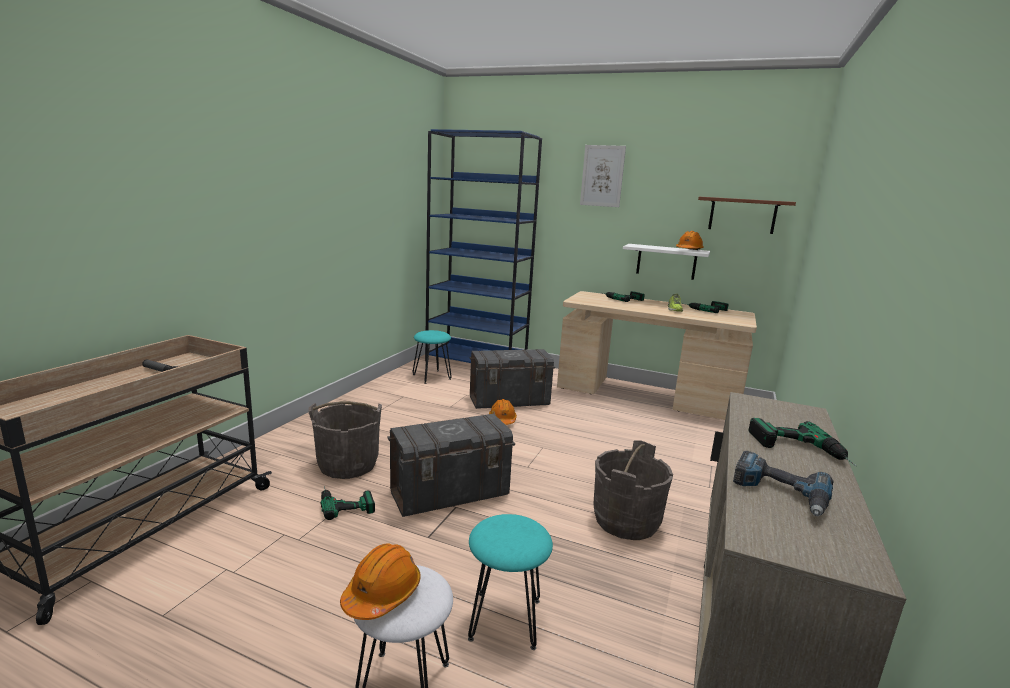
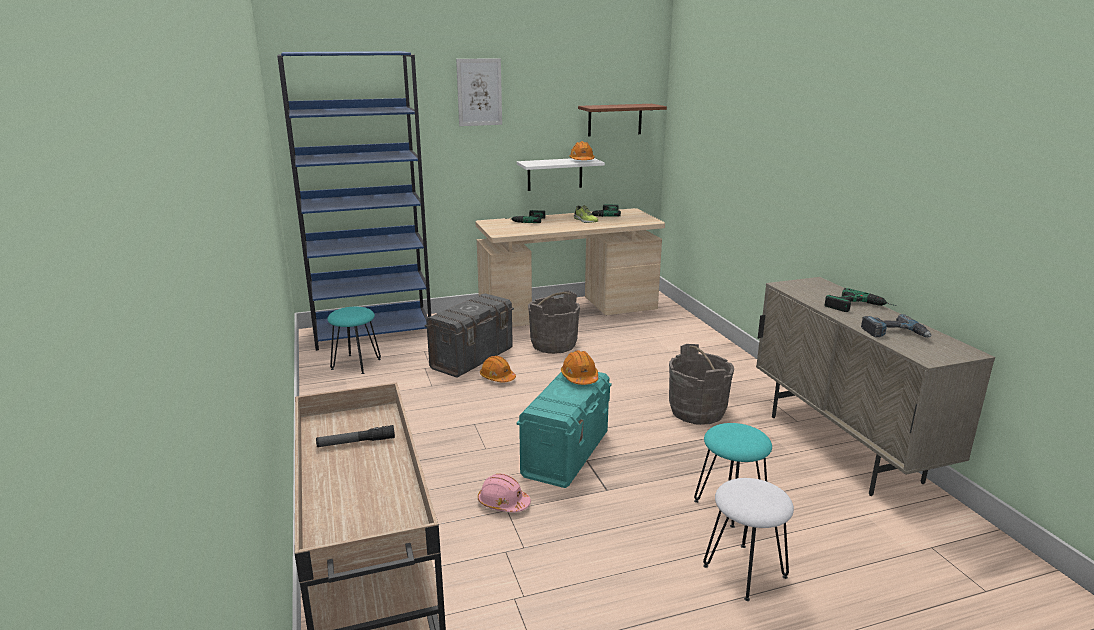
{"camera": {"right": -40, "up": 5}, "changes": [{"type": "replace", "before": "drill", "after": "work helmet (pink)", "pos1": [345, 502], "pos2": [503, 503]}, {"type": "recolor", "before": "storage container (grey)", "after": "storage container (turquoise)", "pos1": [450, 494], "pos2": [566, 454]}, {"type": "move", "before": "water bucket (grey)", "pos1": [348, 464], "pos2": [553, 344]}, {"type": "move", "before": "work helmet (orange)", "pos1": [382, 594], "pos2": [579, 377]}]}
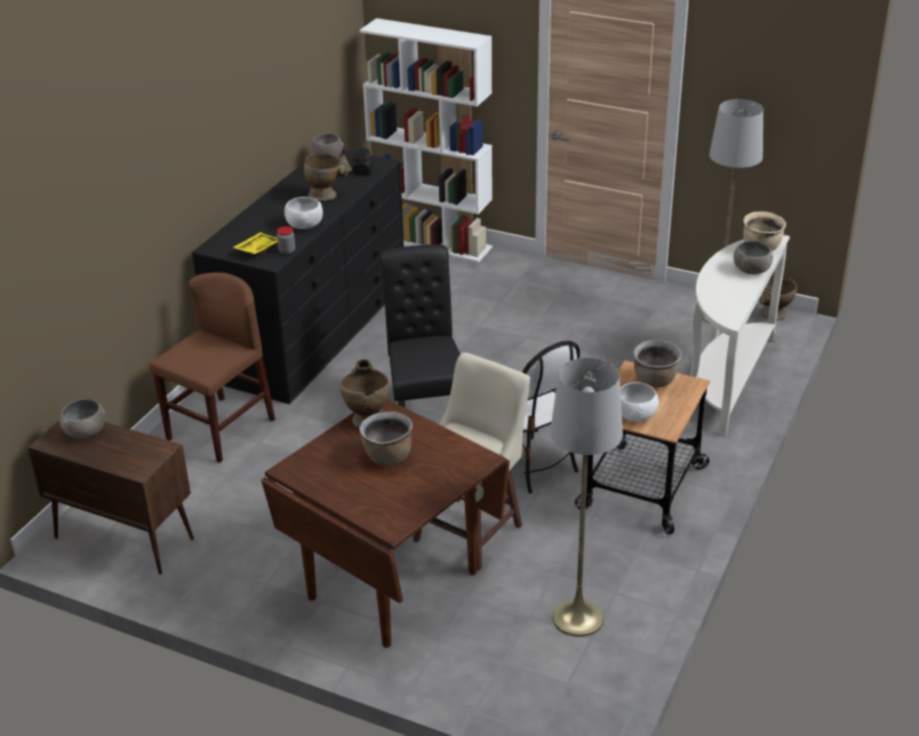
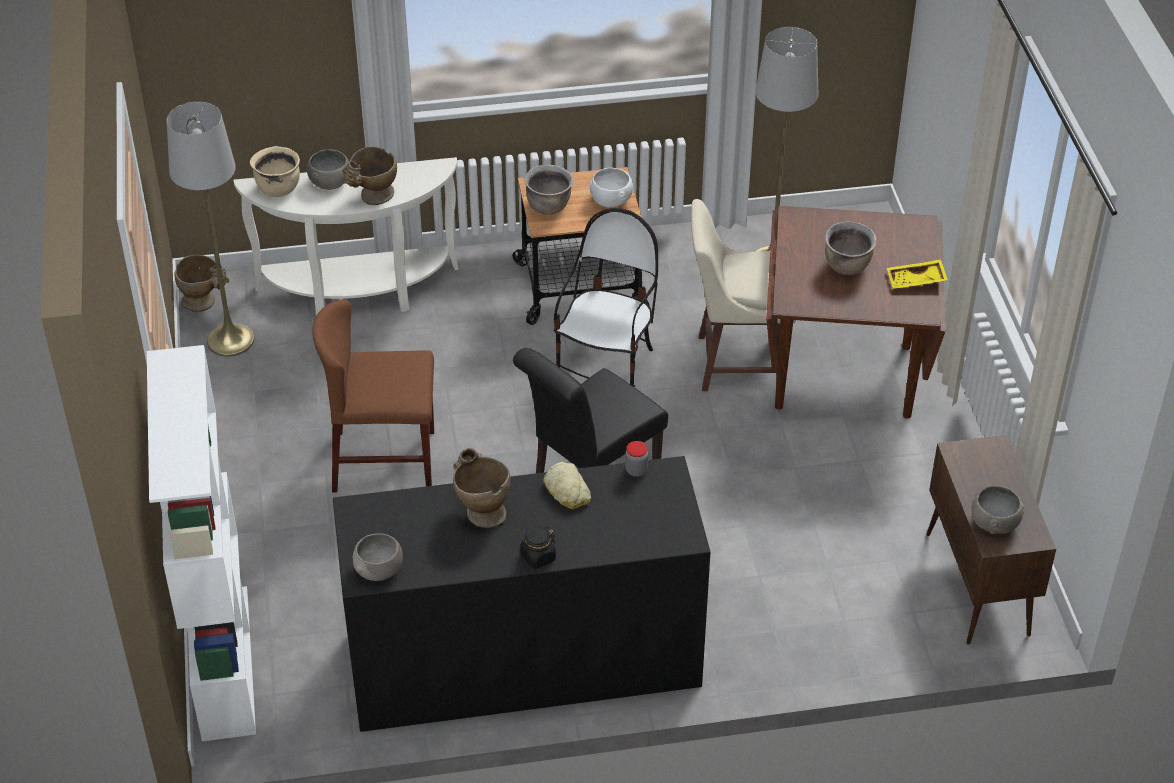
{"camera": {"right": -125, "up": 10}, "changes": [{"type": "move", "before": "chair (brown)", "pos1": [220, 429], "pos2": [384, 460]}, {"type": "move", "before": "vase (sand-coloured)", "pos1": [366, 417], "pos2": [373, 198]}, {"type": "move", "before": "jar (black-coloured)", "pos1": [362, 171], "pos2": [538, 557]}, {"type": "replace", "before": "serving bowl (white-coloured)", "after": "bread", "pos1": [304, 225], "pos2": [567, 490]}, {"type": "move", "before": "carrying tray (yellowish)", "pos1": [257, 249], "pos2": [916, 281]}]}
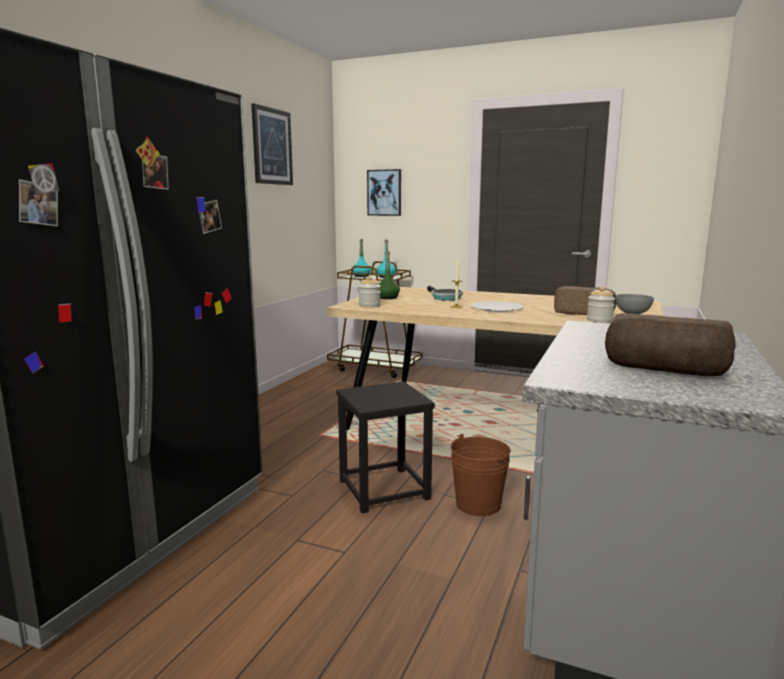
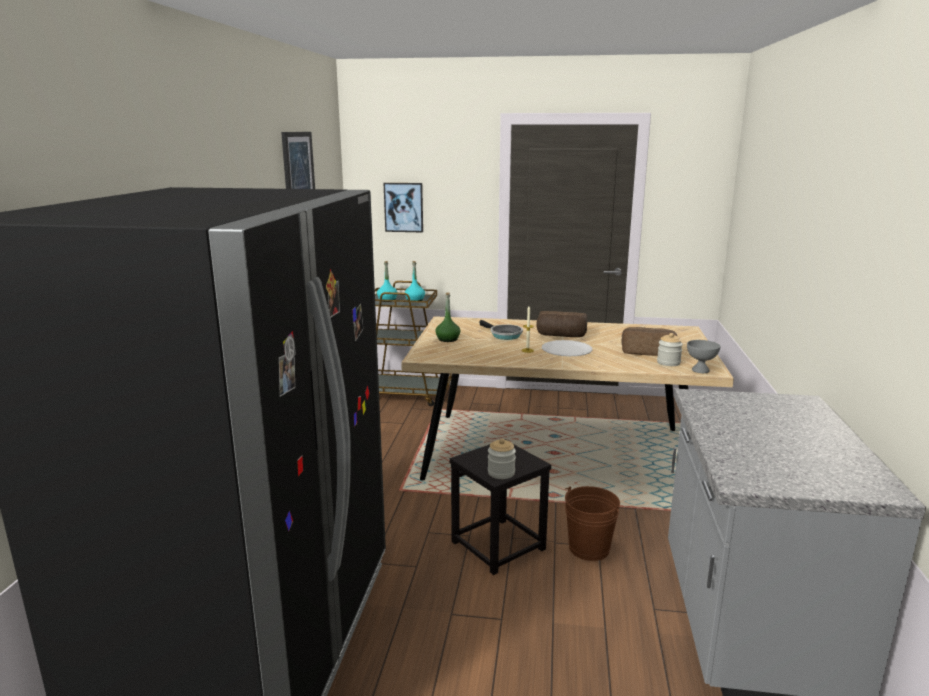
{"camera": {"right": -15, "up": 5}, "changes": [{"type": "move", "before": "jar", "pos1": [369, 306], "pos2": [501, 473]}, {"type": "move", "before": "bread", "pos1": [664, 370], "pos2": [561, 335]}]}
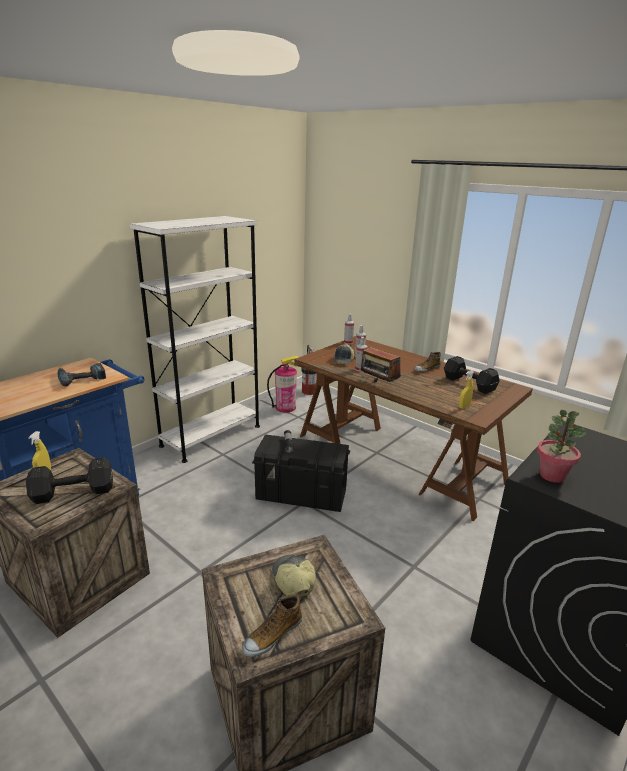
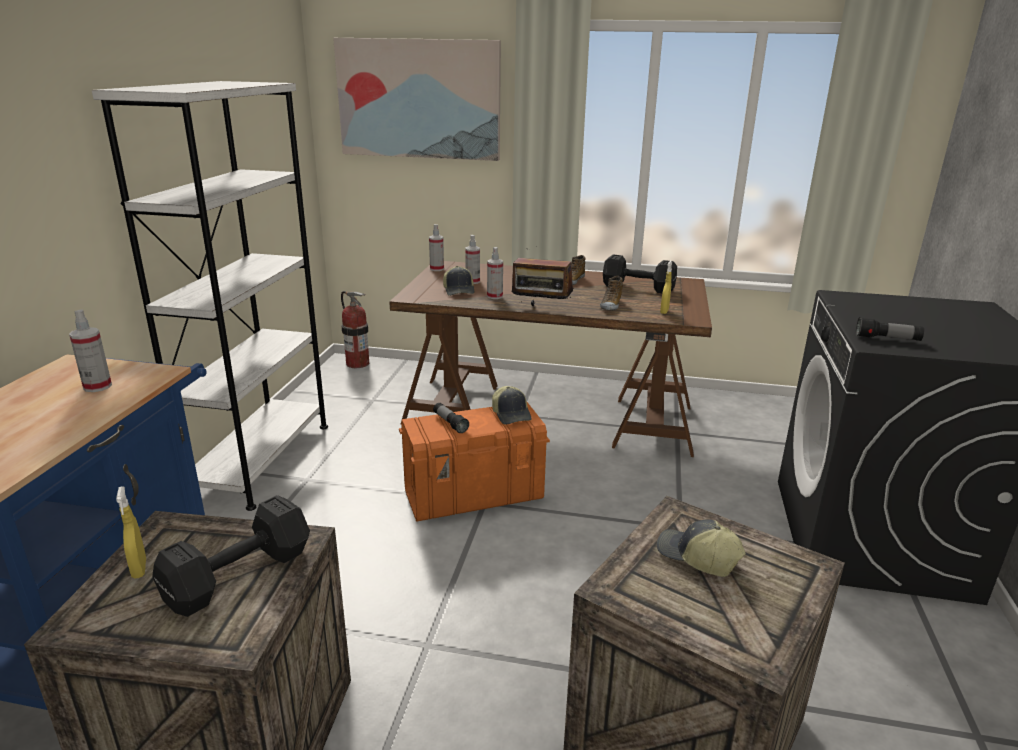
{"camera": {"right": -30, "up": 0}, "changes": [{"type": "replace", "before": "drill", "after": "sprayer", "pos1": [81, 377], "pos2": [97, 386]}, {"type": "insert", "after": "wall art", "pos2": [419, 99]}, {"type": "recolor", "before": "storage container (black-coloured)", "after": "storage container (orange)", "pos1": [302, 495], "pos2": [474, 495]}, {"type": "insert", "after": "cap", "pos2": [512, 414]}, {"type": "move", "before": "shoe", "pos1": [272, 635], "pos2": [610, 305]}, {"type": "replace", "before": "plant in a pot", "after": "flashlight", "pos1": [552, 475], "pos2": [887, 339]}, {"type": "delete", "before": "extinguisher", "pos1": [285, 407]}]}
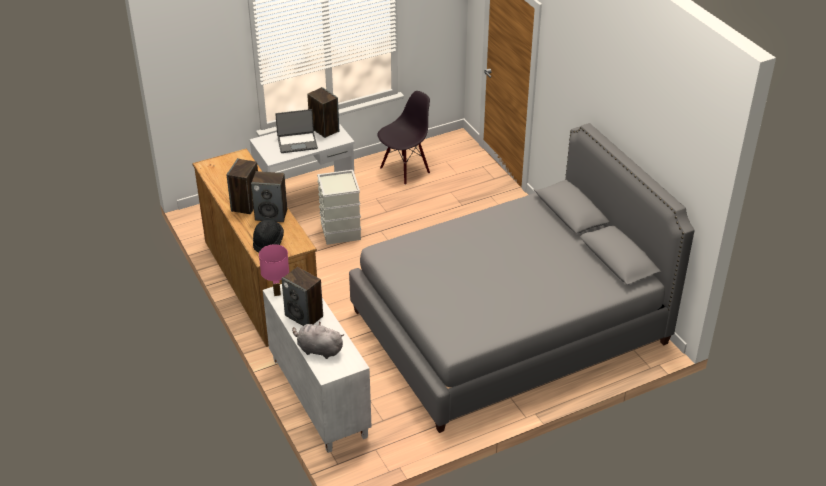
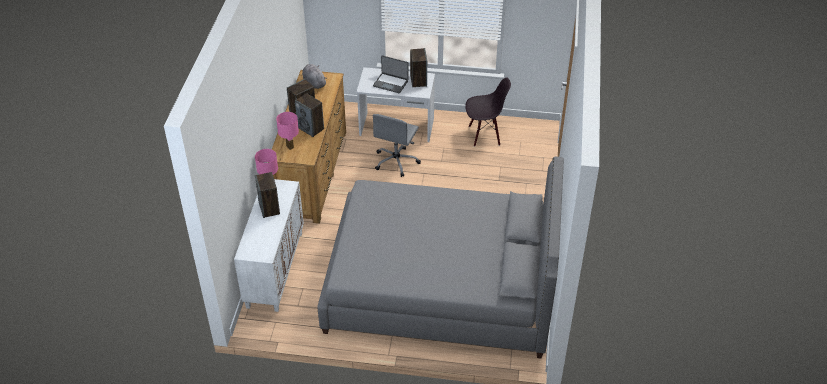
{"camera": {"right": 35, "up": 5}, "changes": [{"type": "replace", "before": "hat (black-coloured)", "after": "table lamp (pink)", "pos1": [268, 242], "pos2": [289, 147]}, {"type": "move", "before": "soft toy (grey)", "pos1": [318, 350], "pos2": [314, 82]}, {"type": "replace", "before": "storage container (grey)", "after": "desk chair (grey)", "pos1": [340, 232], "pos2": [396, 161]}]}
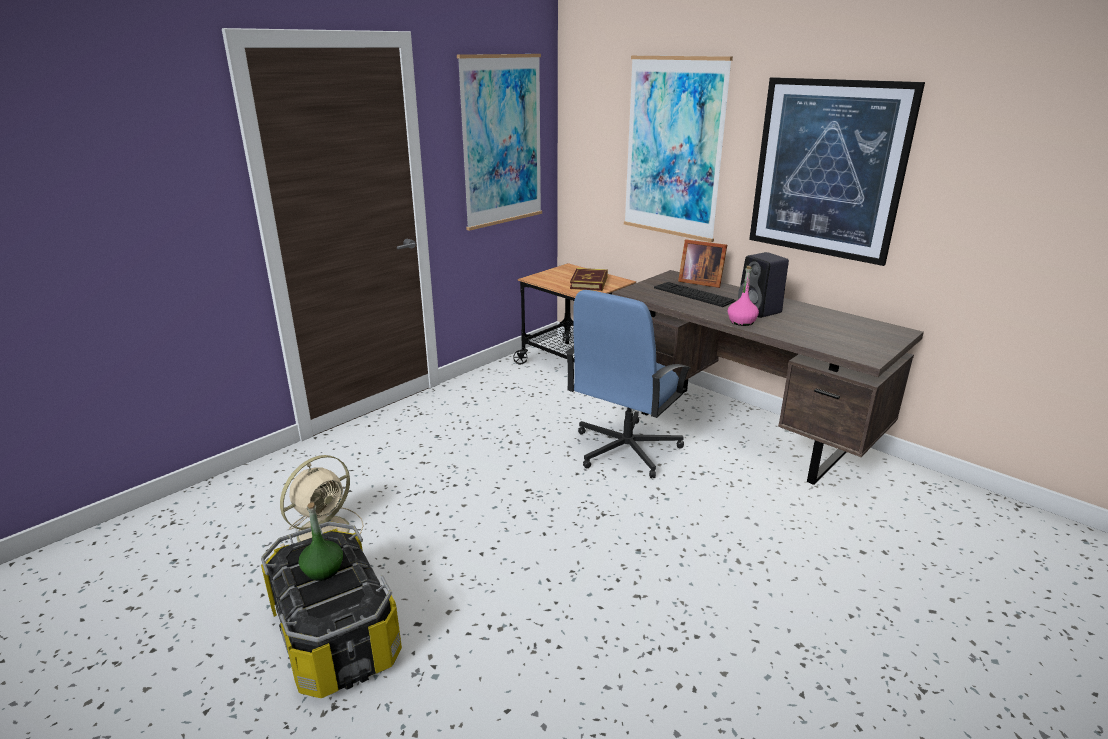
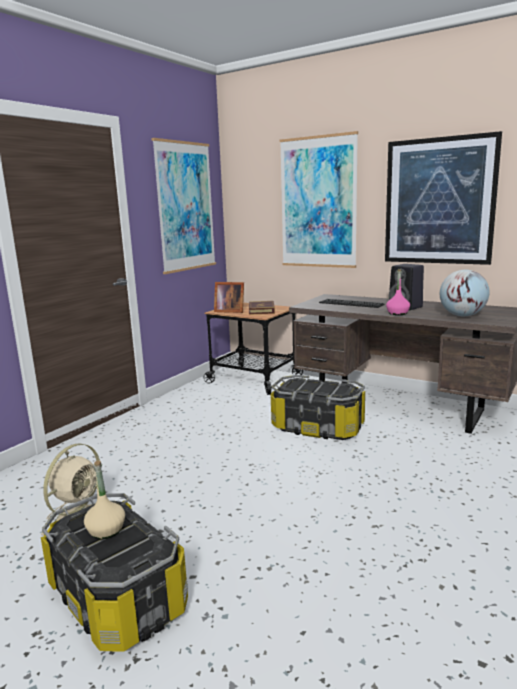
{"camera": {"right": -10, "up": -10}, "changes": [{"type": "recolor", "before": "beverage bottle (green-coloured)", "after": "beverage bottle (sand-coloured)", "pos1": [323, 570], "pos2": [106, 530]}, {"type": "move", "before": "photo frame", "pos1": [699, 282], "pos2": [229, 311]}, {"type": "replace", "before": "desk chair (bluish)", "after": "storage container", "pos1": [625, 449], "pos2": [317, 428]}, {"type": "insert", "after": "world globe", "pos2": [462, 315]}]}
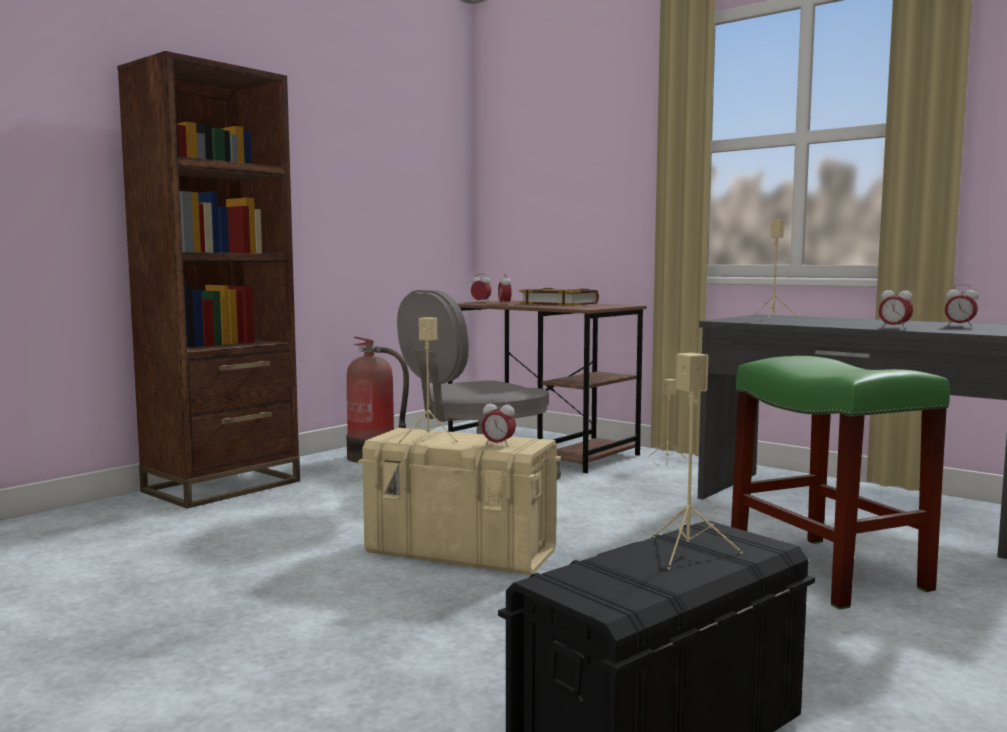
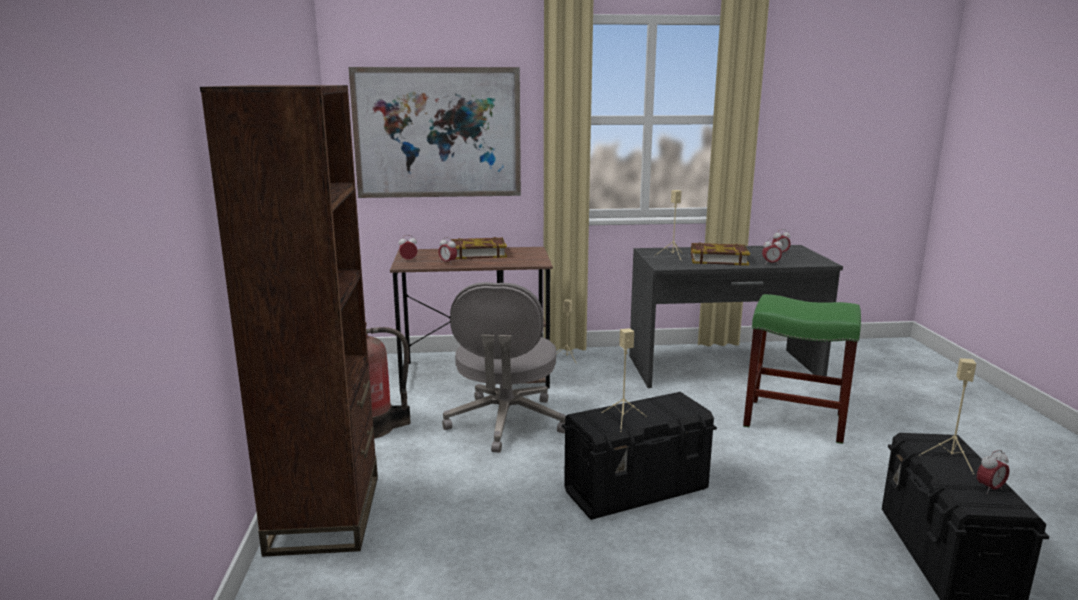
{"camera": {"right": -45, "up": 10}, "changes": [{"type": "insert", "after": "wall art", "pos2": [437, 133]}, {"type": "recolor", "before": "storage container (sand-coloured)", "after": "storage container (black-coloured)", "pos1": [461, 552], "pos2": [637, 490]}, {"type": "insert", "after": "book", "pos2": [718, 259]}, {"type": "move", "before": "table clock", "pos1": [498, 445], "pos2": [989, 489]}]}
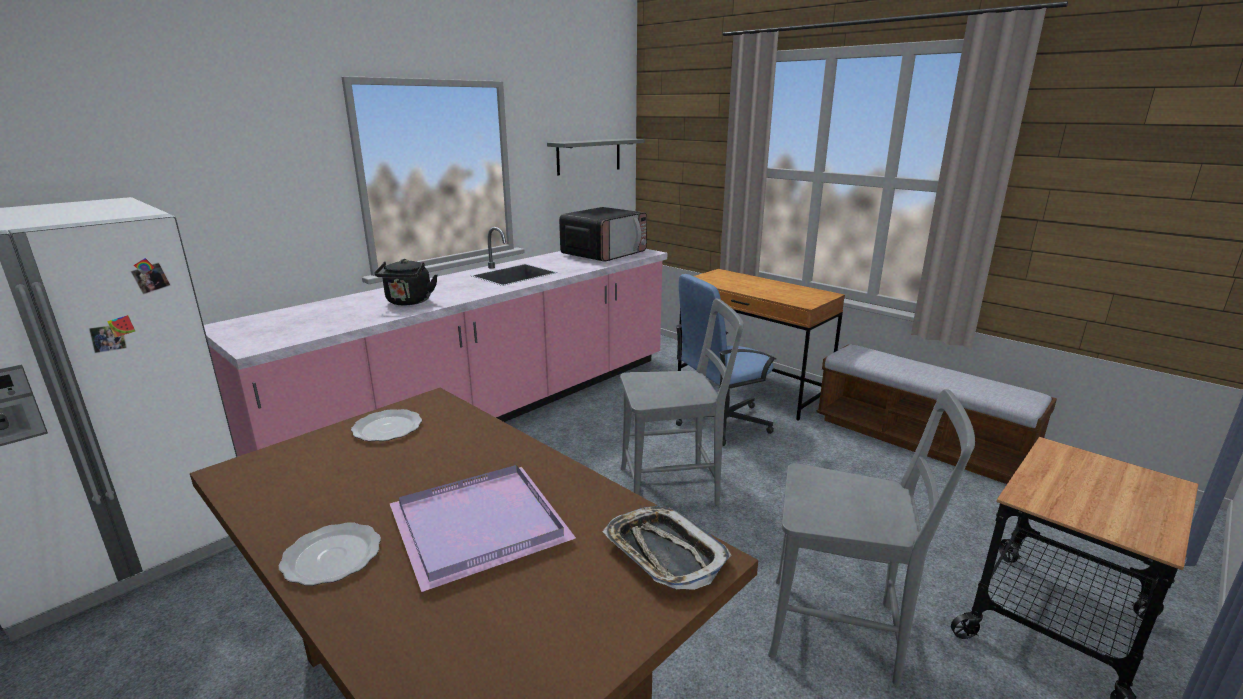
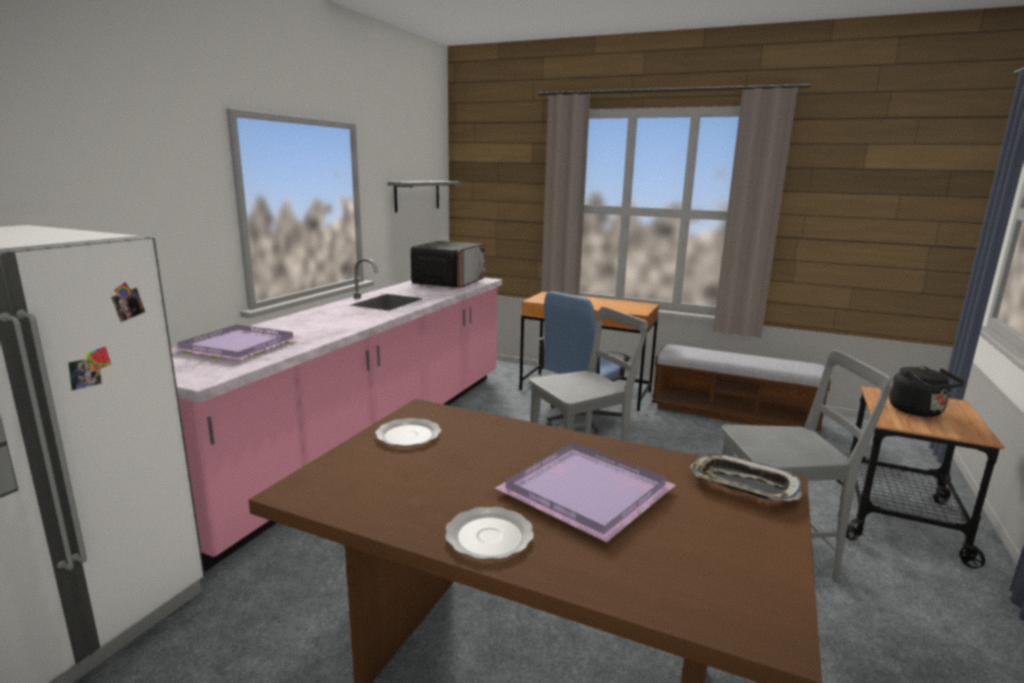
{"camera": {"right": -20, "up": -5}, "changes": [{"type": "insert", "after": "carrying tray (purple)", "pos2": [240, 346]}, {"type": "move", "before": "tea kettle (black-coloured)", "pos1": [408, 302], "pos2": [919, 412]}]}
